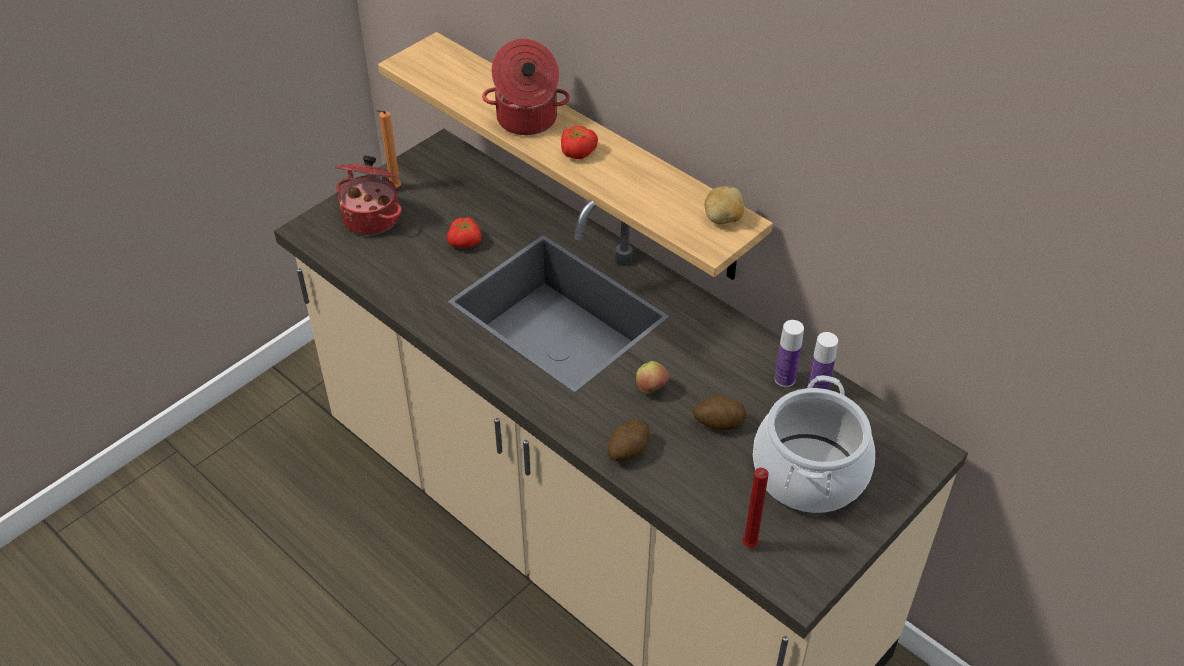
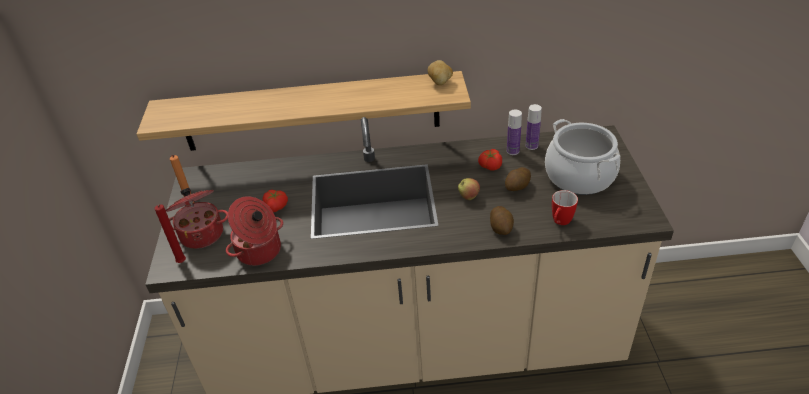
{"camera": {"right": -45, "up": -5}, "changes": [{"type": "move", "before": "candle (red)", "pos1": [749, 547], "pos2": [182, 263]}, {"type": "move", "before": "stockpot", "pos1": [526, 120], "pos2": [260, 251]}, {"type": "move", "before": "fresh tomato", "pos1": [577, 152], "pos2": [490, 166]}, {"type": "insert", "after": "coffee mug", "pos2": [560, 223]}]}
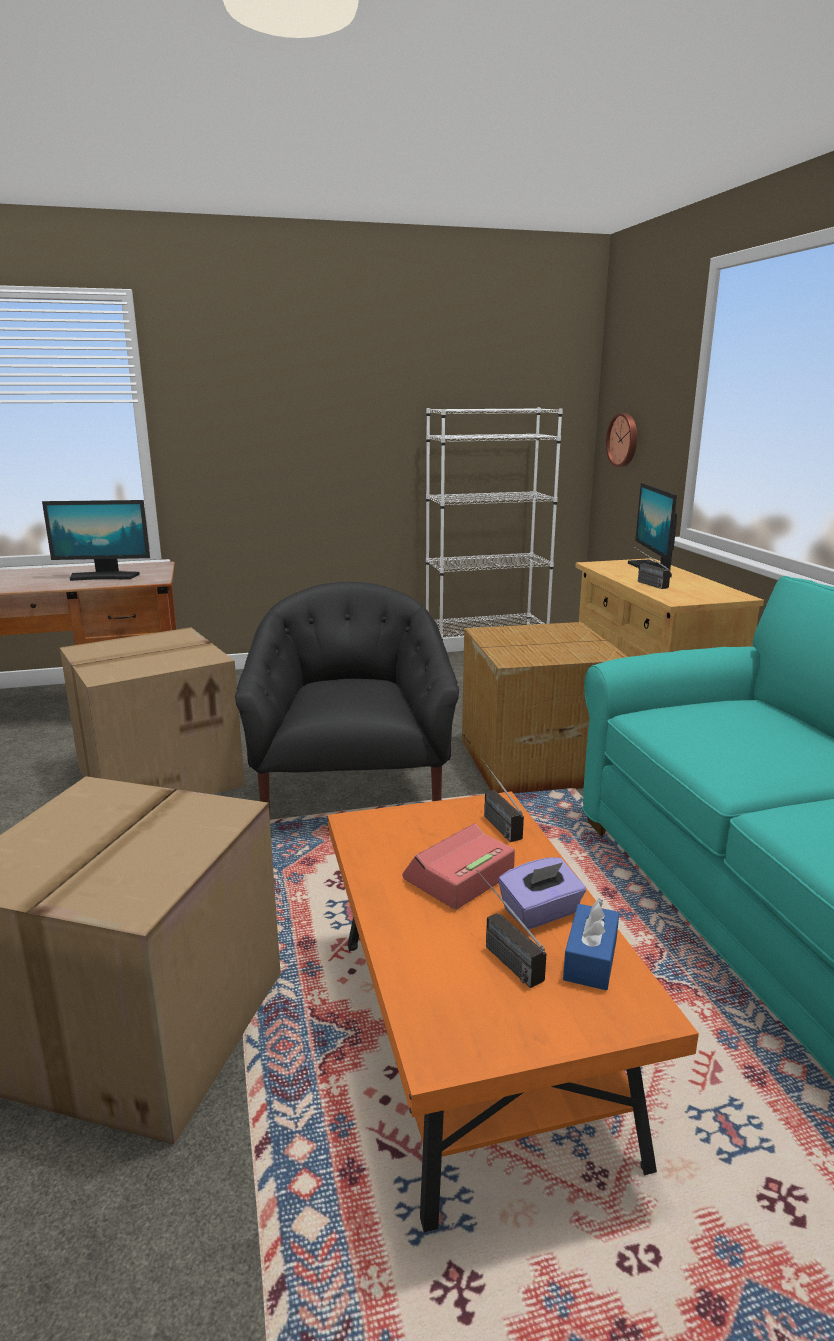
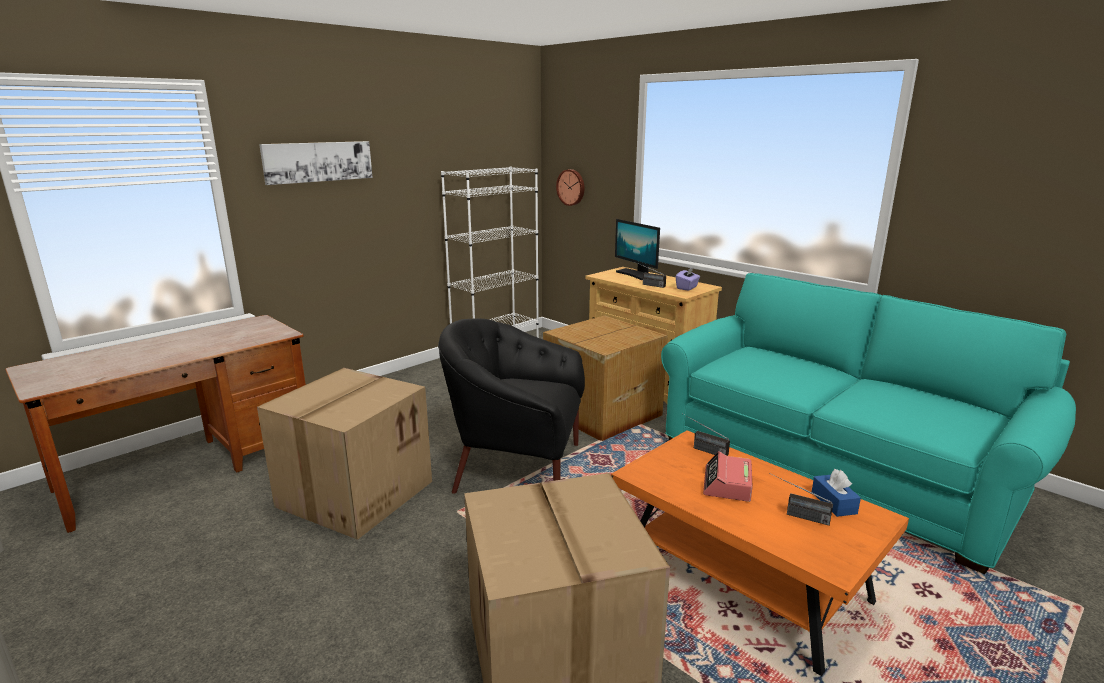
{"camera": {"right": -30, "up": 0}, "changes": [{"type": "insert", "after": "wall art", "pos2": [318, 161]}, {"type": "rotate", "before": "easy chair (black-coloured)", "pos1": [352, 797], "pos2": [517, 467], "turn": -45}, {"type": "move", "before": "tissue holder (purple)", "pos1": [540, 912], "pos2": [687, 287]}, {"type": "delete", "before": "computer screen", "pos1": [104, 576]}]}
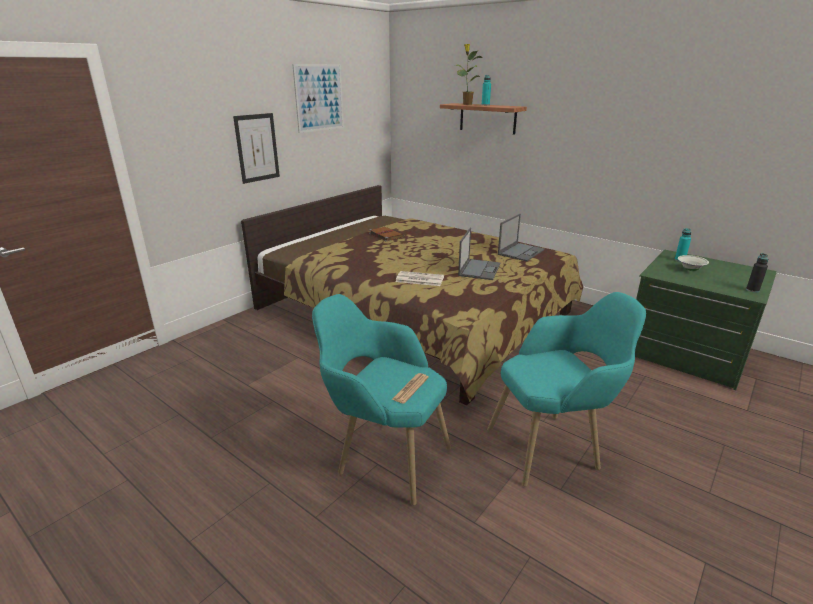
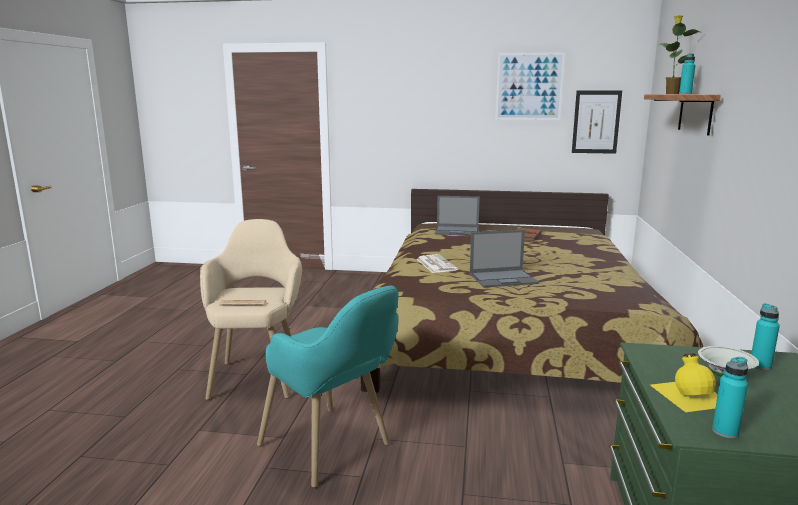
{"camera": {"right": 60, "up": -10}, "changes": [{"type": "recolor", "before": "easy chair (turquoise)", "after": "easy chair (sand-coloured)", "pos1": [382, 455], "pos2": [258, 373]}, {"type": "move", "before": "notebook computer", "pos1": [521, 252], "pos2": [457, 231]}, {"type": "move", "before": "wall art", "pos1": [257, 148], "pos2": [596, 122]}, {"type": "insert", "after": "beverage bottle (yellowish)", "pos2": [690, 394]}, {"type": "recolor", "before": "beverage bottle (black-coloured)", "after": "beverage bottle (turquoise)", "pos1": [752, 290], "pos2": [725, 432]}]}
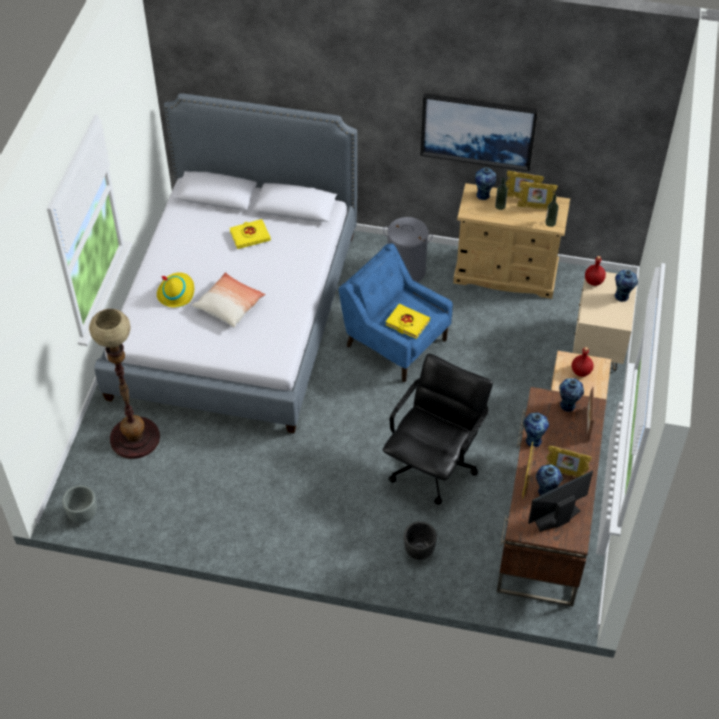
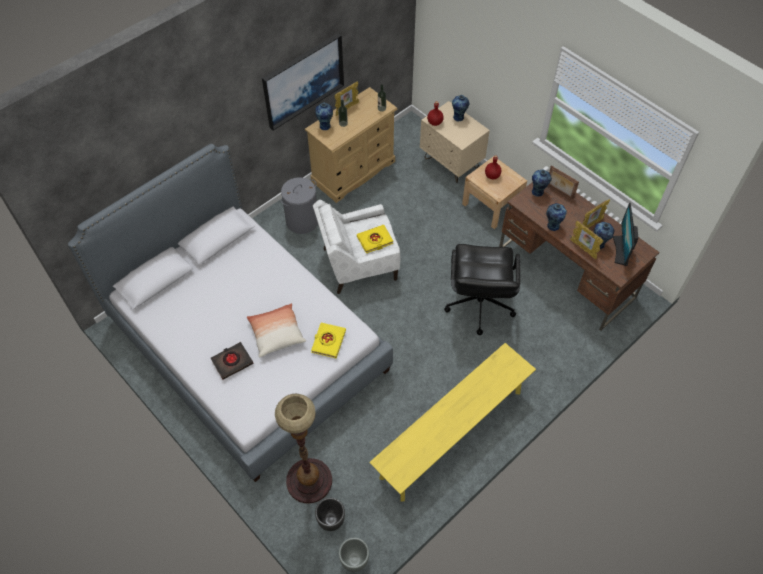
{"camera": {"right": -55, "up": 5}, "changes": [{"type": "replace", "before": "hat (yellowish)", "after": "book (black-coloured)", "pos1": [176, 292], "pos2": [232, 362]}, {"type": "move", "before": "book (yellowish)", "pos1": [250, 236], "pos2": [328, 341]}, {"type": "recolor", "before": "easy chair (bluish)", "after": "easy chair (white-coloured)", "pos1": [395, 342], "pos2": [358, 264]}, {"type": "move", "before": "plant pot (black-coloured)", "pos1": [418, 551], "pos2": [331, 520]}, {"type": "insert", "after": "bench (yellowish)", "pos2": [452, 434]}, {"type": "rotate", "before": "desk chair (black-coloured)", "pos1": [433, 466], "pos2": [478, 305], "turn": -150}, {"type": "delete", "before": "photo frame", "pos1": [535, 208]}]}
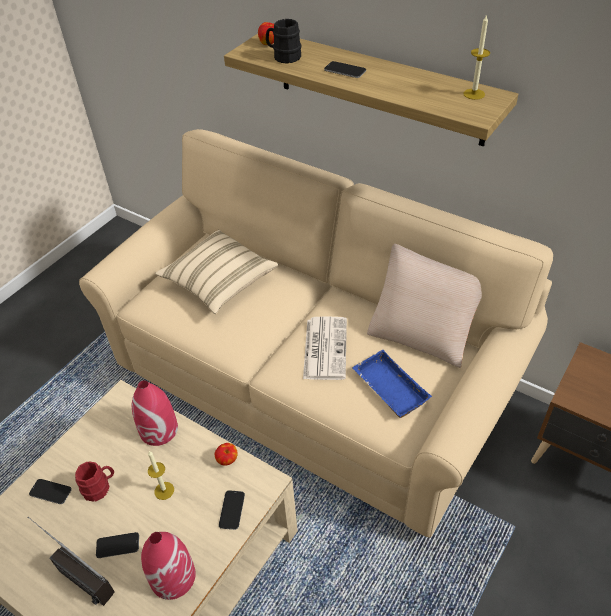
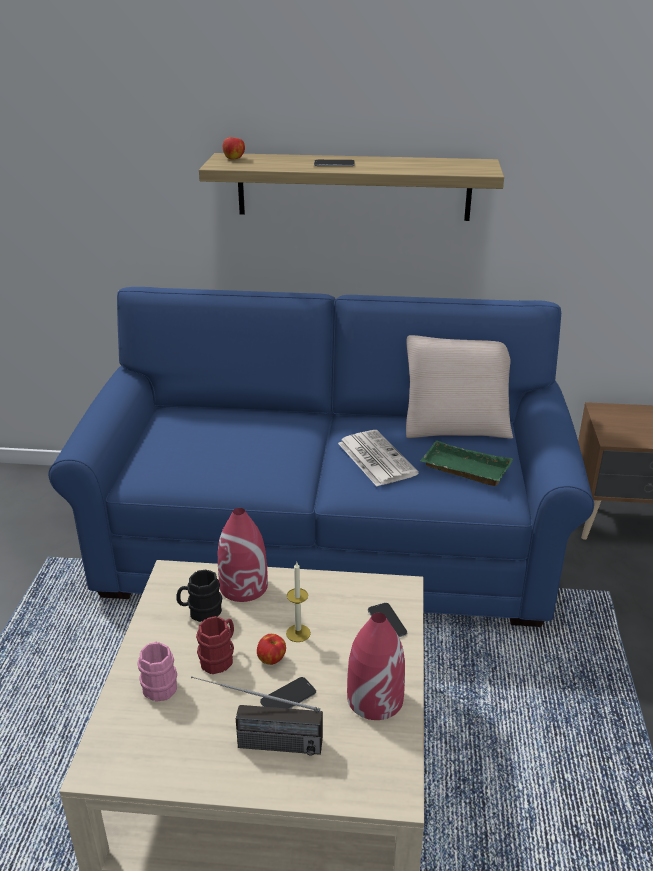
{"camera": {"right": -30, "up": -15}, "changes": [{"type": "recolor", "before": "couch (sand-coloured)", "after": "couch (bluish)", "pos1": [310, 384], "pos2": [327, 546]}, {"type": "replace", "before": "telephone", "after": "coffee mug (pink)", "pos1": [50, 492], "pos2": [159, 683]}, {"type": "move", "before": "coffee mug (black-coloured)", "pos1": [284, 57], "pos2": [200, 612]}, {"type": "move", "before": "apple", "pos1": [227, 460], "pos2": [272, 659]}, {"type": "recolor", "before": "carrying tray (bluish)", "after": "carrying tray (green-coloured)", "pos1": [388, 388], "pos2": [463, 470]}, {"type": "delete", "before": "pillow (sand-coloured)", "pos1": [219, 282]}, {"type": "delete", "before": "candle", "pos1": [474, 94]}]}
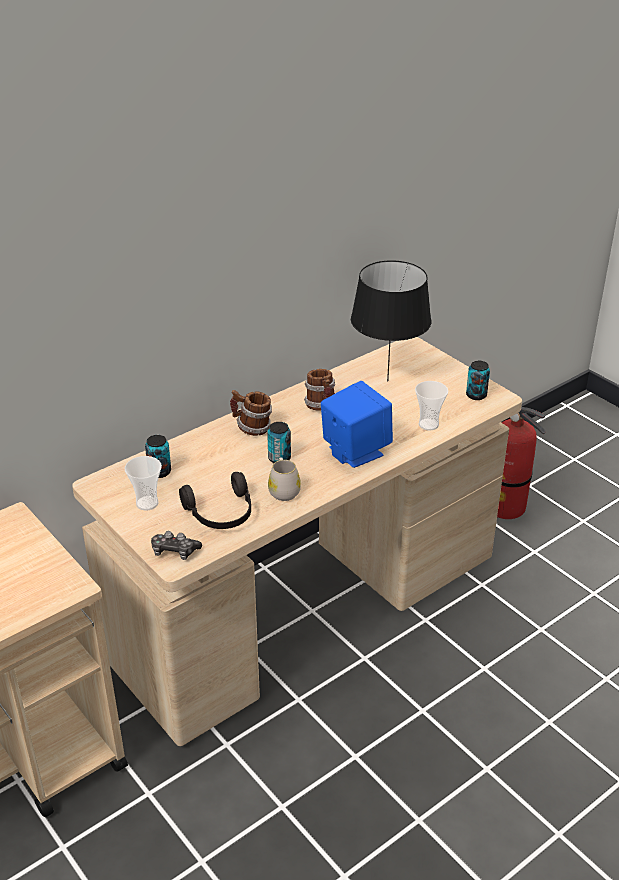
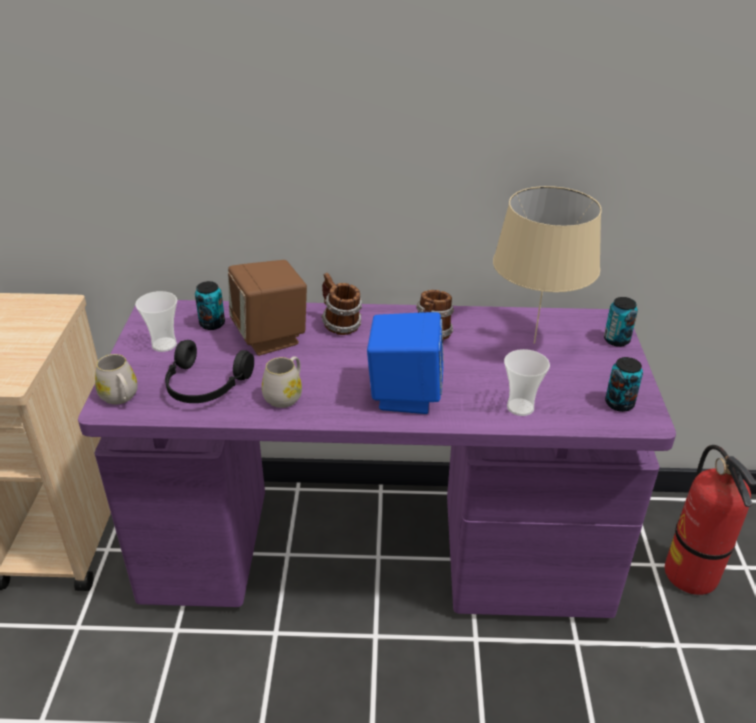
{"camera": {"right": 40, "up": 0}, "changes": [{"type": "recolor", "before": "desk unit (sand-coloured)", "after": "desk unit (purple)", "pos1": [308, 609], "pos2": [376, 553]}, {"type": "replace", "before": "game controller", "after": "coffee mug (white-coloured)", "pos1": [174, 551], "pos2": [121, 398]}, {"type": "insert", "after": "loudspeaker (brown)", "pos2": [271, 337]}, {"type": "recolor", "before": "table lamp (black-coloured)", "after": "table lamp (sand-coloured)", "pos1": [387, 380], "pos2": [534, 342]}, {"type": "move", "before": "metal can", "pos1": [279, 458], "pos2": [616, 340]}]}
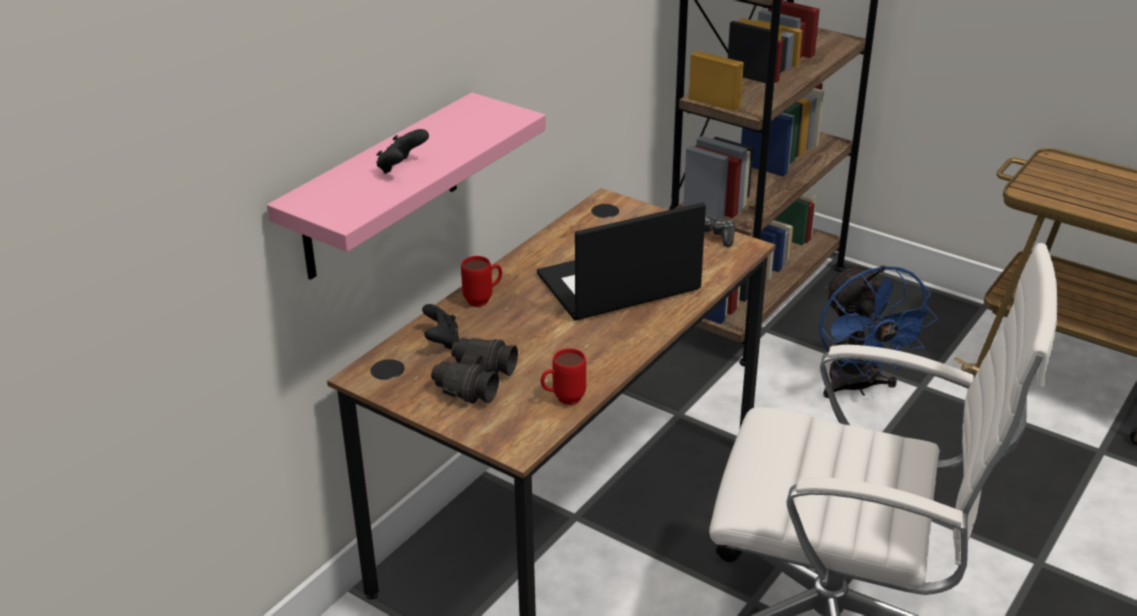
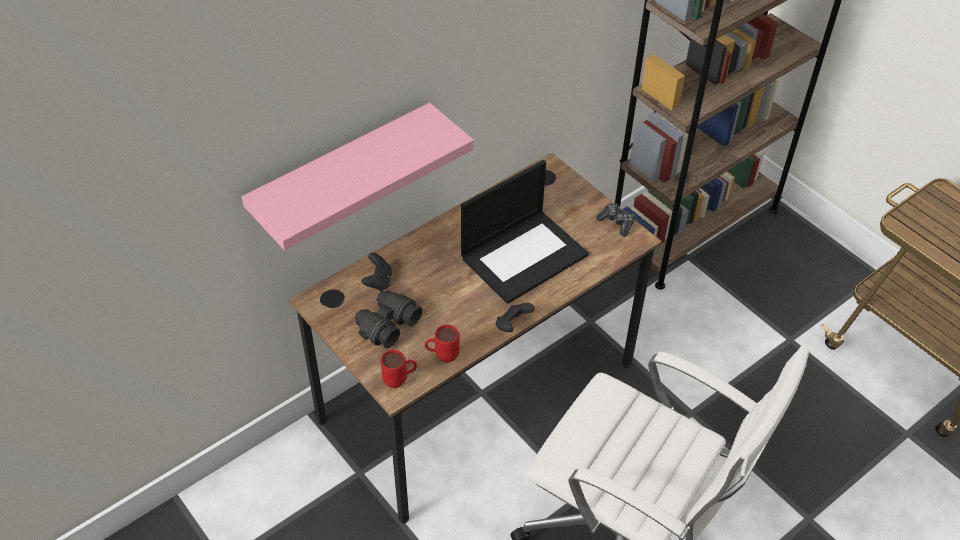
{"camera": {"right": 15, "up": 15}, "changes": [{"type": "move", "before": "coffee mug (red)", "pos1": [483, 299], "pos2": [400, 380]}, {"type": "rotate", "before": "notebook computer", "pos1": [617, 284], "pos2": [524, 255], "turn": 150}, {"type": "move", "before": "game controller (black-coloured)", "pos1": [401, 168], "pos2": [512, 325]}, {"type": "delete", "before": "fan (bluish)", "pos1": [857, 387]}]}
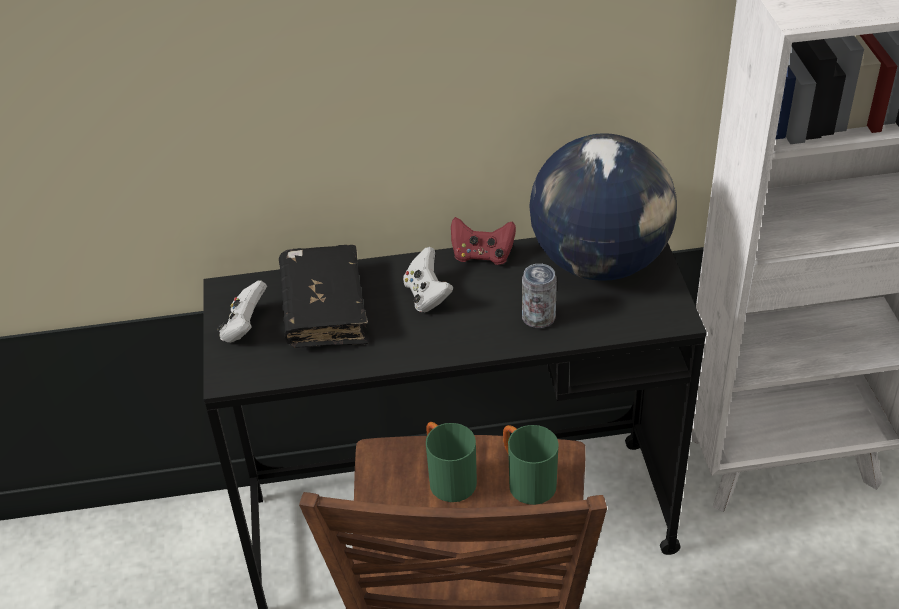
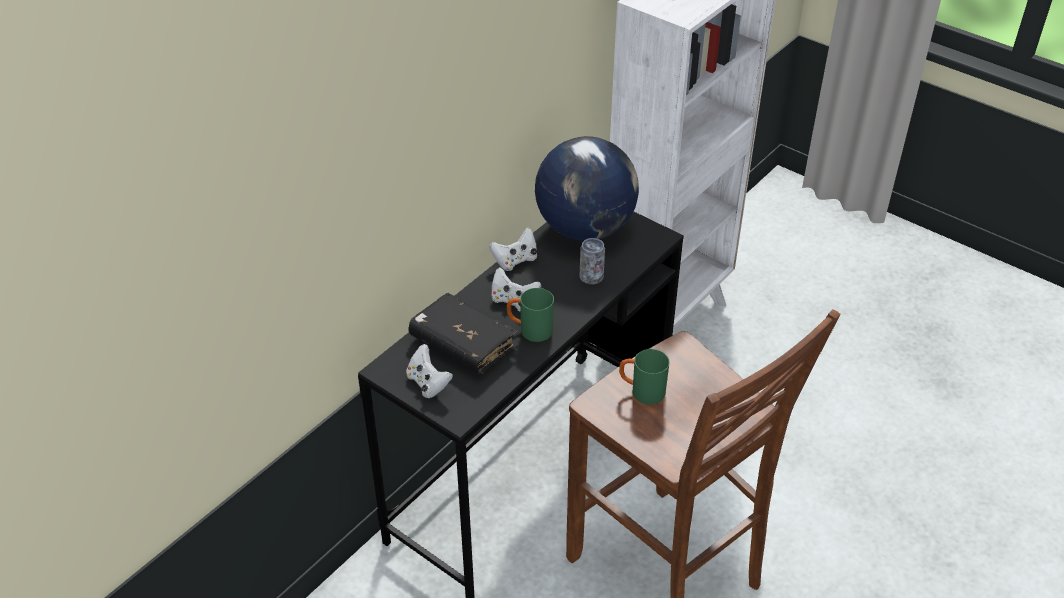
{"camera": {"right": -45, "up": 0}, "changes": [{"type": "recolor", "before": "game controller (red)", "after": "game controller (white-coloured)", "pos1": [482, 255], "pos2": [515, 260]}, {"type": "move", "before": "coffee mug (green-coloured)", "pos1": [526, 480], "pos2": [530, 330]}]}
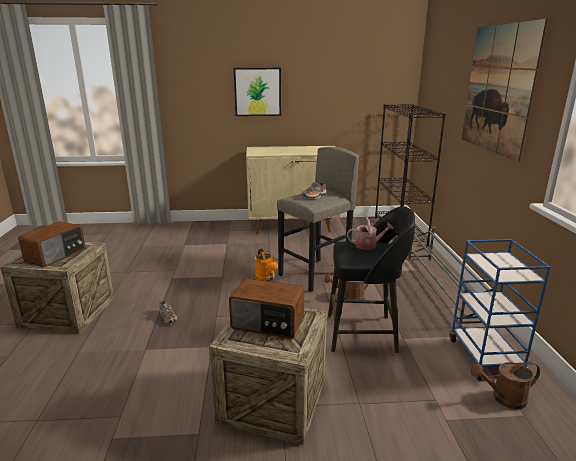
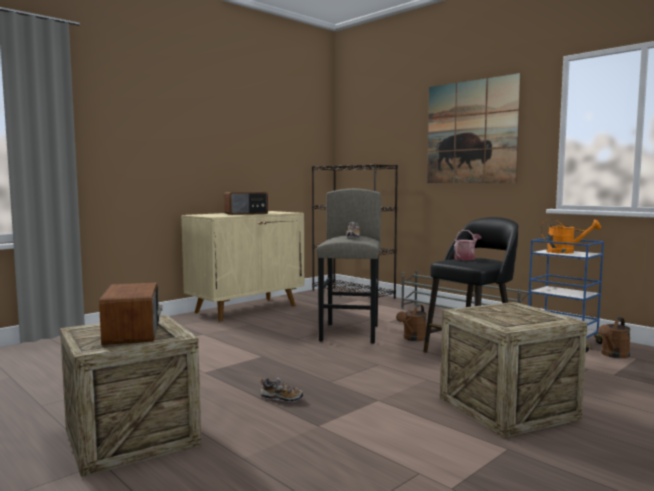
{"camera": {"right": -40, "up": -15}, "changes": [{"type": "move", "before": "radio", "pos1": [268, 323], "pos2": [246, 213]}, {"type": "move", "before": "watering can (orange)", "pos1": [266, 278], "pos2": [565, 252]}, {"type": "delete", "before": "wall art", "pos1": [257, 92]}]}
